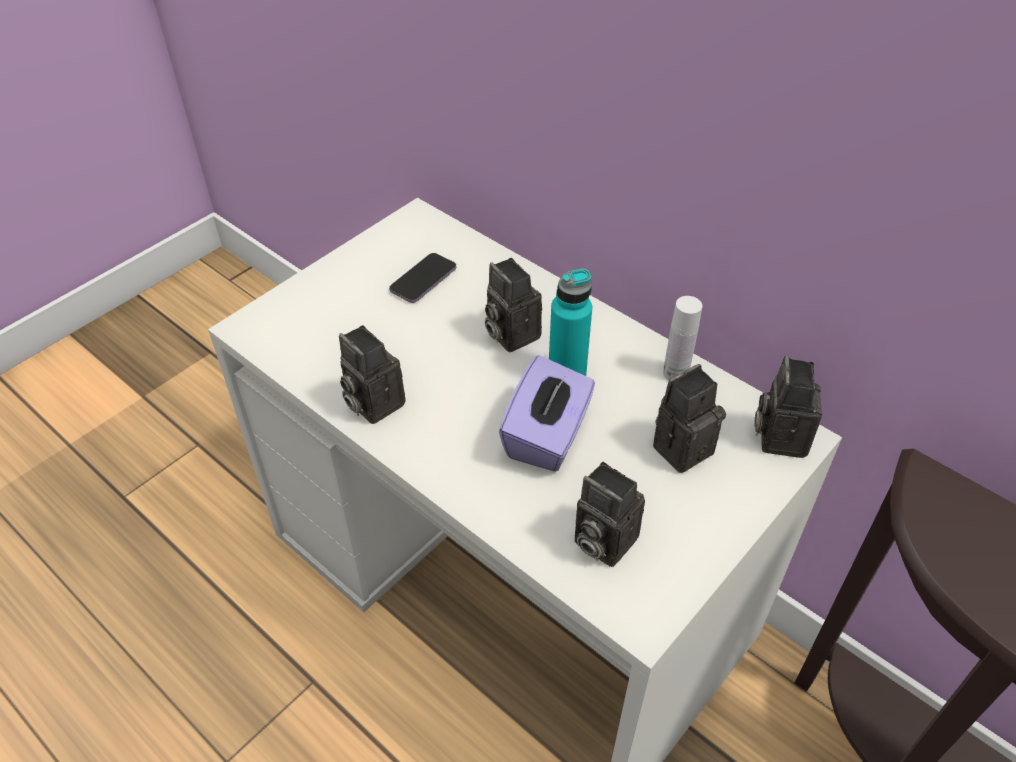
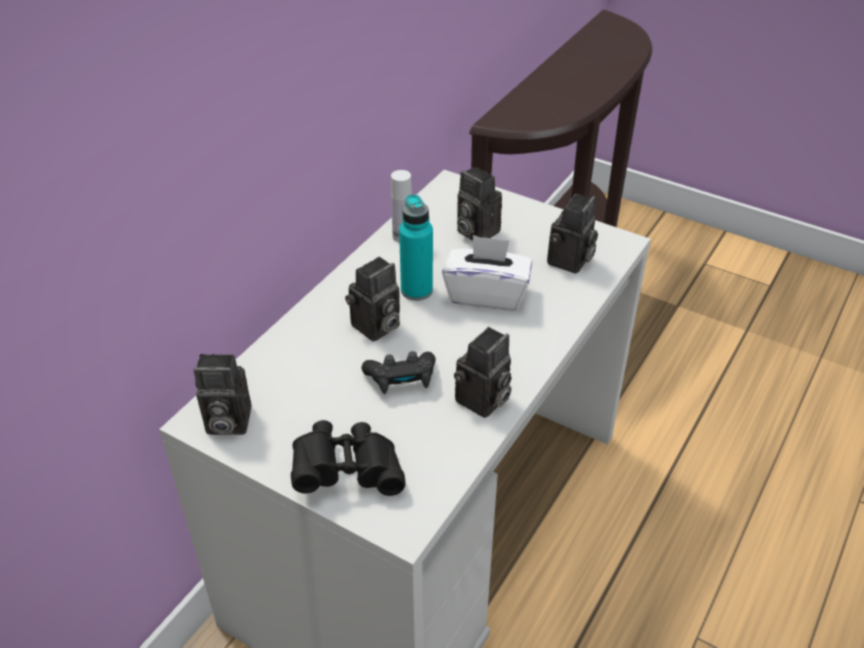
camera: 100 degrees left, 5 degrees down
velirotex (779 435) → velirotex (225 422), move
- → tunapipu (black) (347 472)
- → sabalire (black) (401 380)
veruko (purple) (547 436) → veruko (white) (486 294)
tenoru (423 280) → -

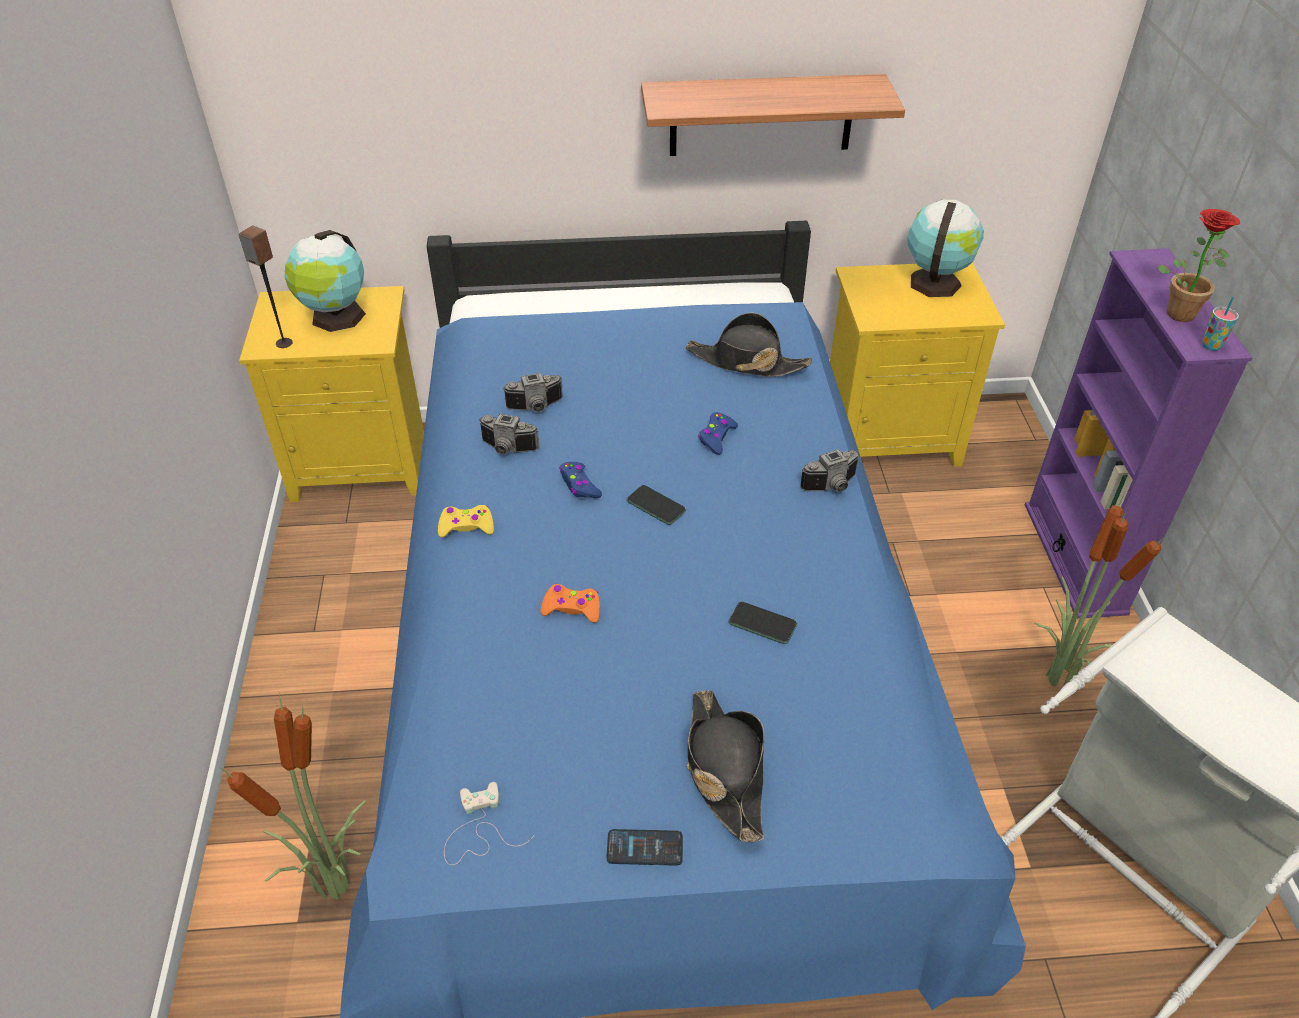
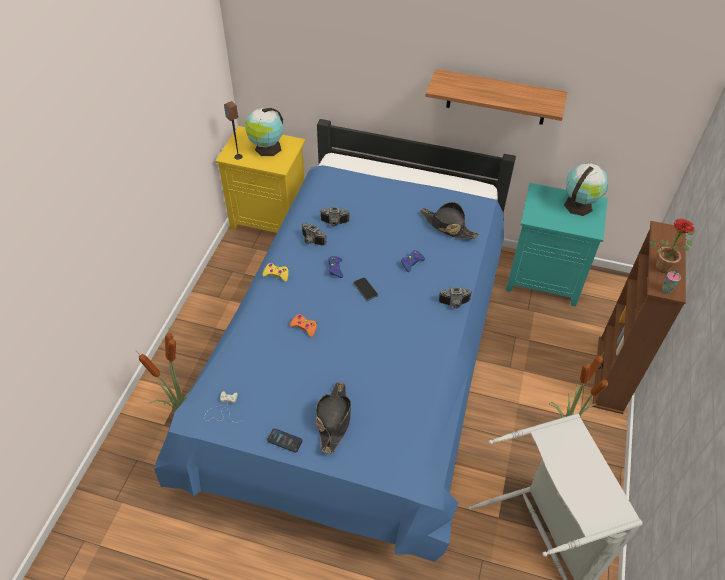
camera: 20 degrees right, 5 degrees up
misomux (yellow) (890 436) → misomux (turquoise) (545 278)
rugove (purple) (1074 557) → rugove (brown) (610 374)
tenoru (762 624) → -

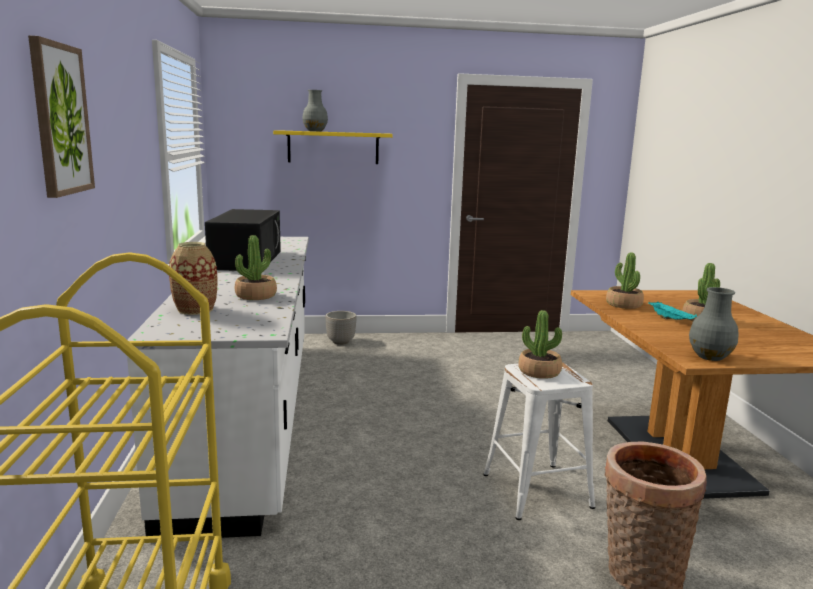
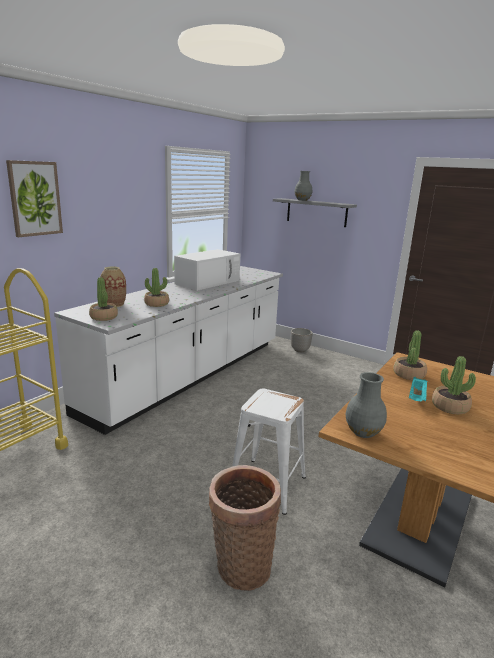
camera: 40 degrees right, 5 degrees up
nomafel (539 372) → nomafel (104 317), move
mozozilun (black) (246 259) → mozozilun (white) (208 282)
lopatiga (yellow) (333 147) → lopatiga (grey) (316 212)

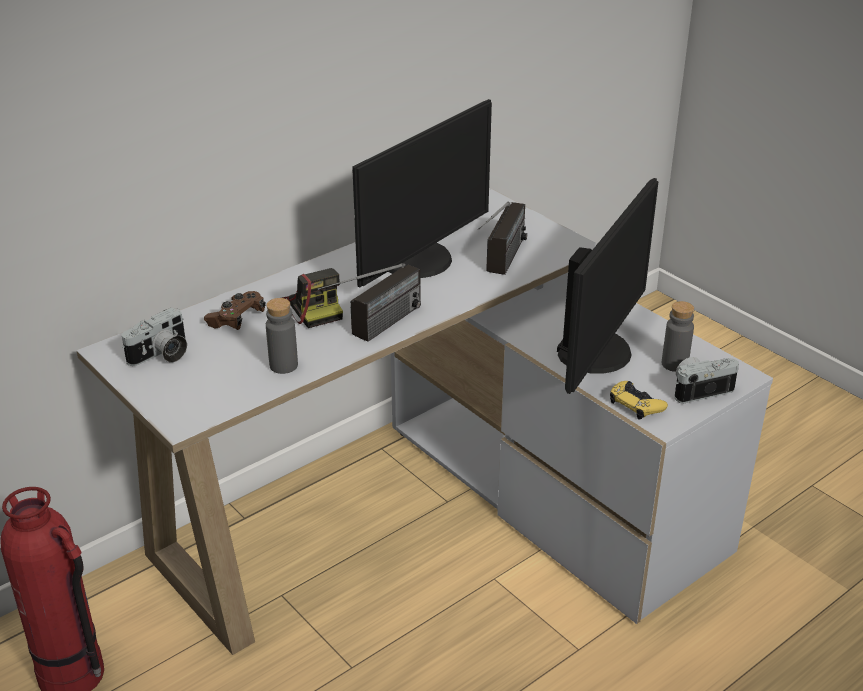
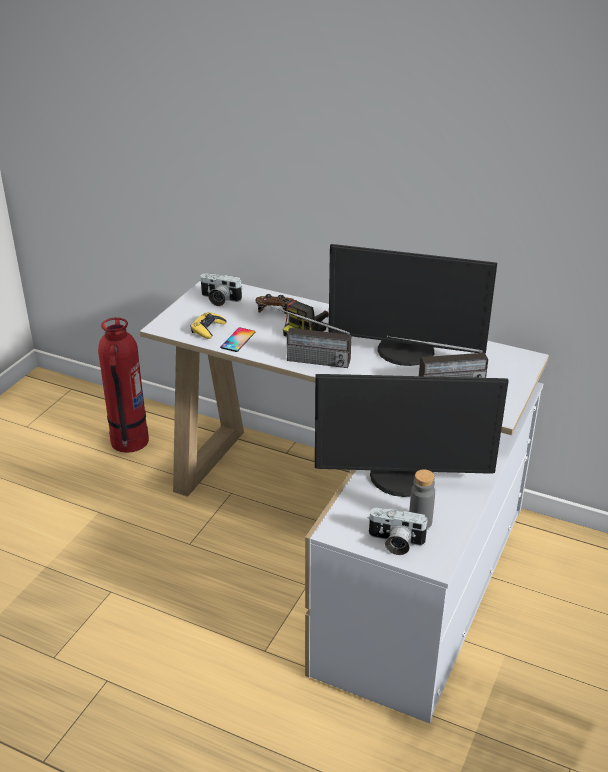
camera: 65 degrees right, 0 degrees up
sabalire (yellow) (636 404) → sabalire (yellow) (208 329), move
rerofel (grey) (283 365) → tenoru (238 340)
velirotex (699 389) → velirotex (395 542), 150 degrees clockwise

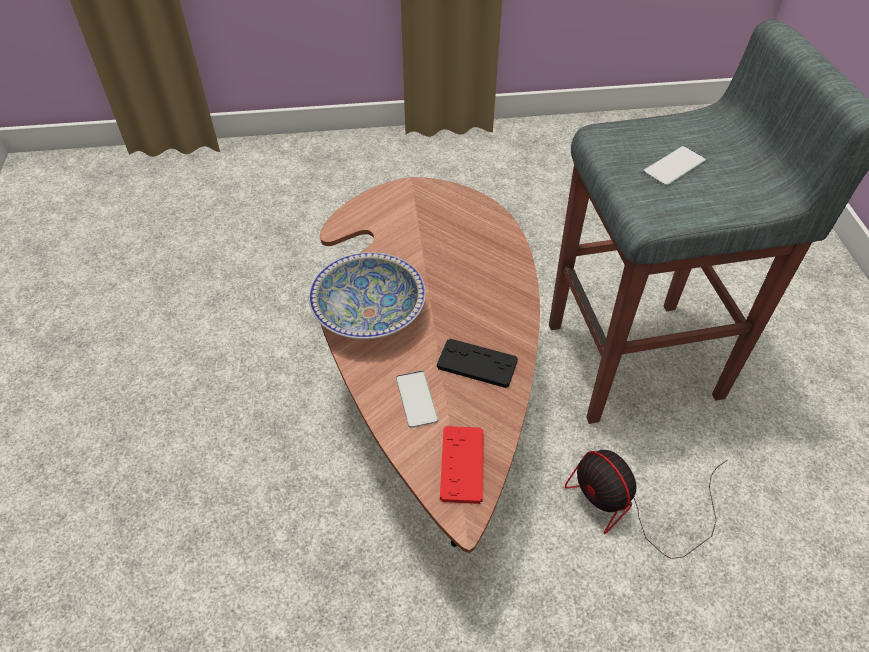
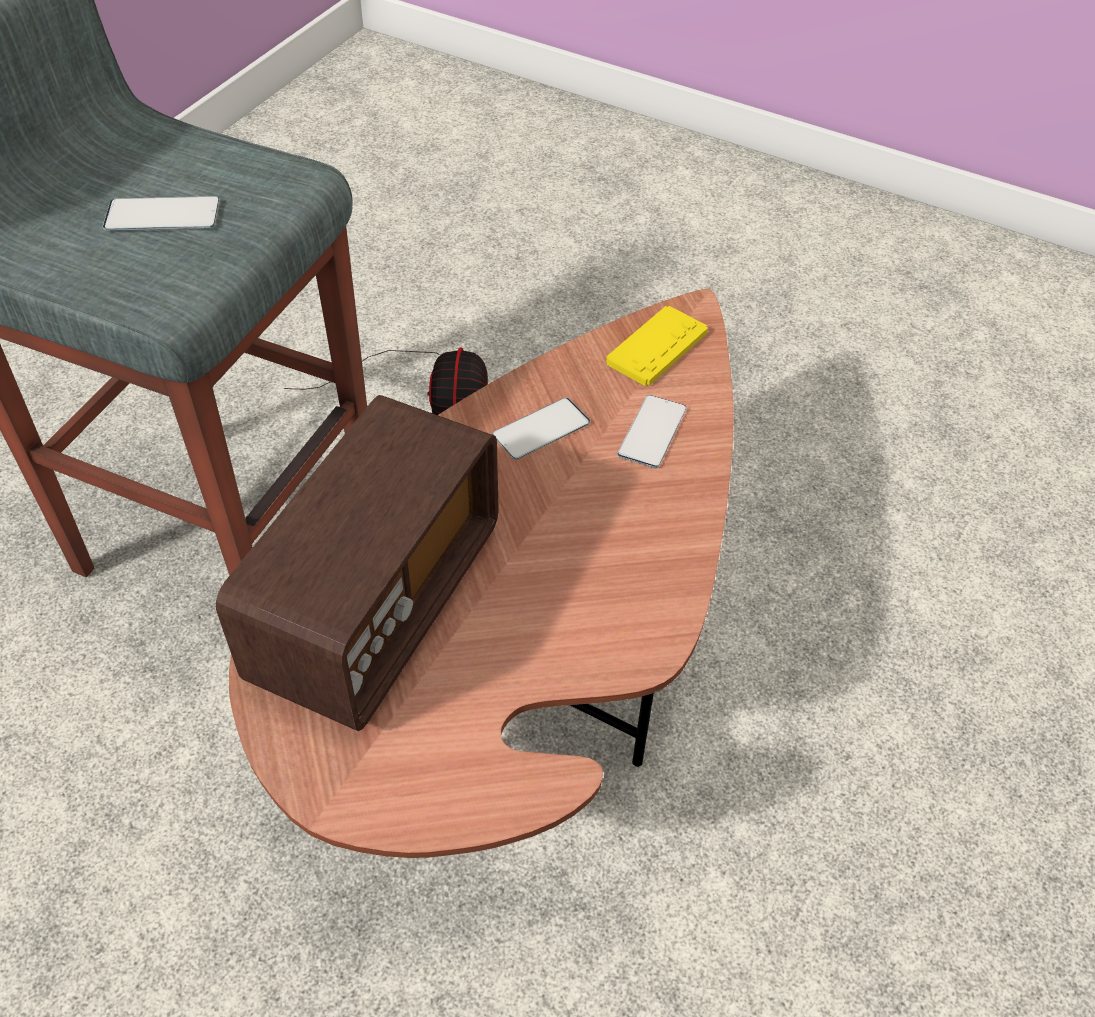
camera: 145 degrees left, 0 degrees up
- → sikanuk (378 606)
sabalire (black) (477 364) → tenoru (541 429)
sabalire (red) (462 465) → sabalire (yellow) (657 347)
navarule (369 313) → -

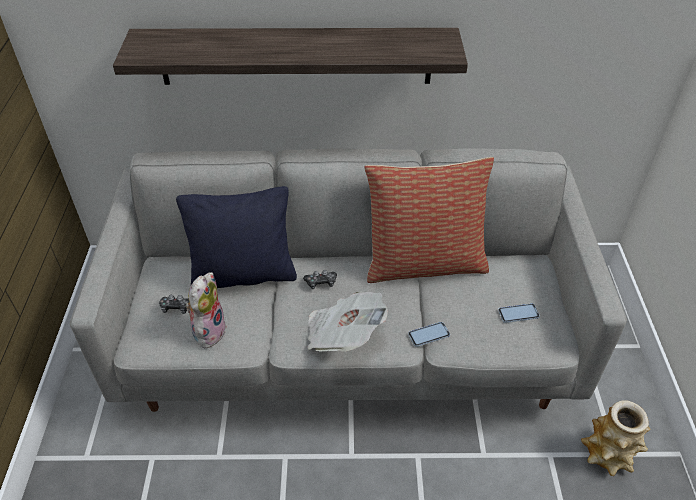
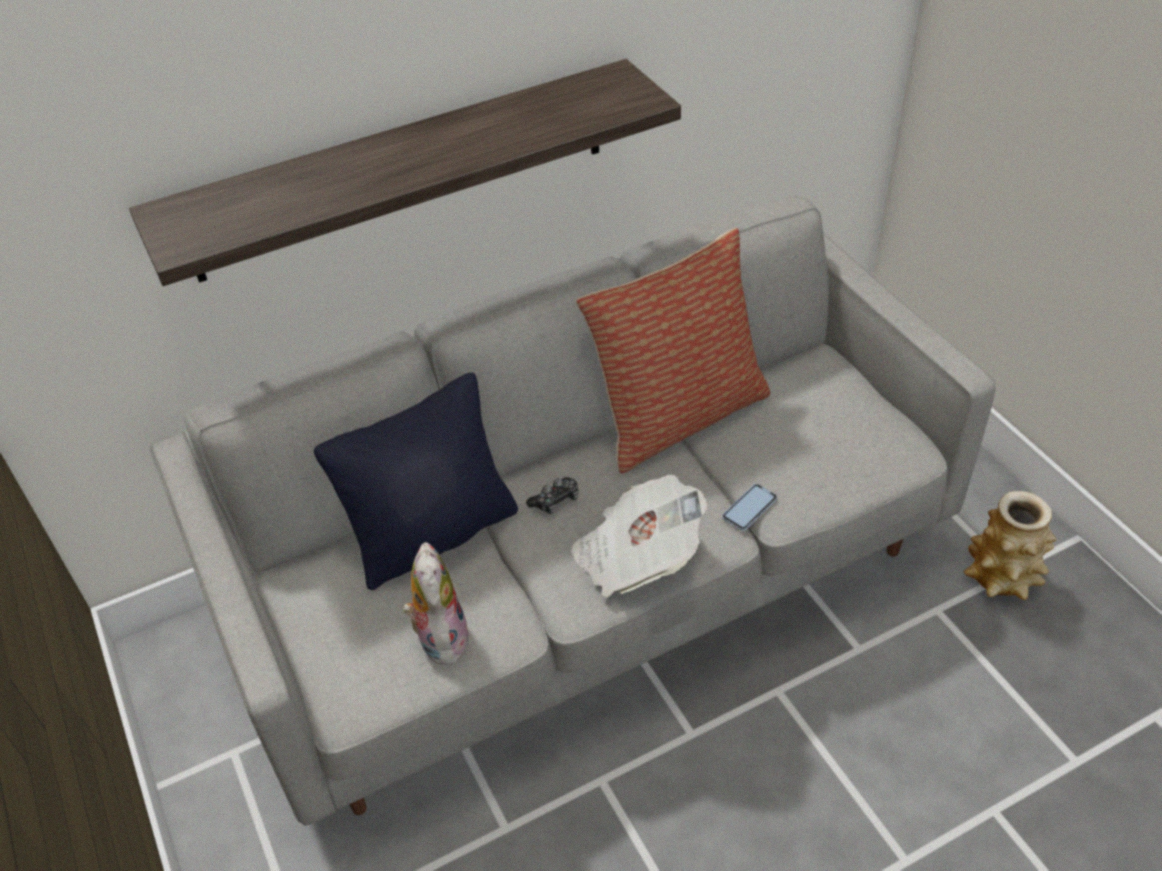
camera: 25 degrees left, 0 degrees up
sabalire (177 307) → -
tenoru (518 314) → -

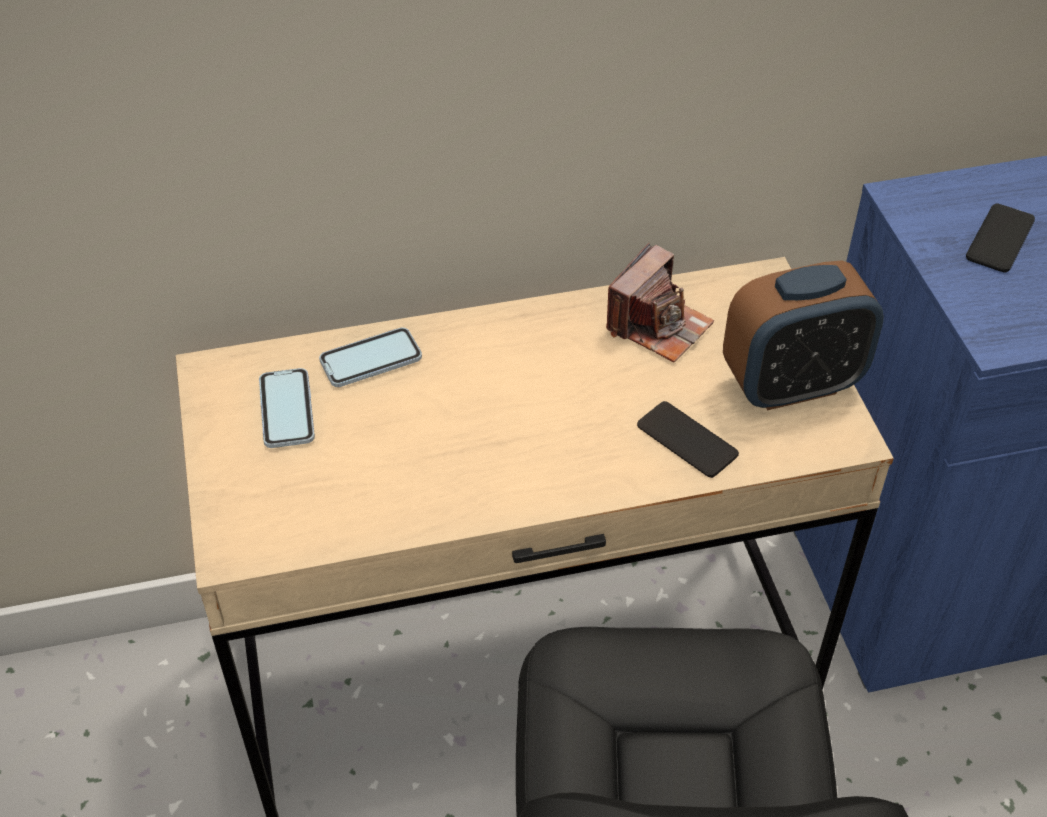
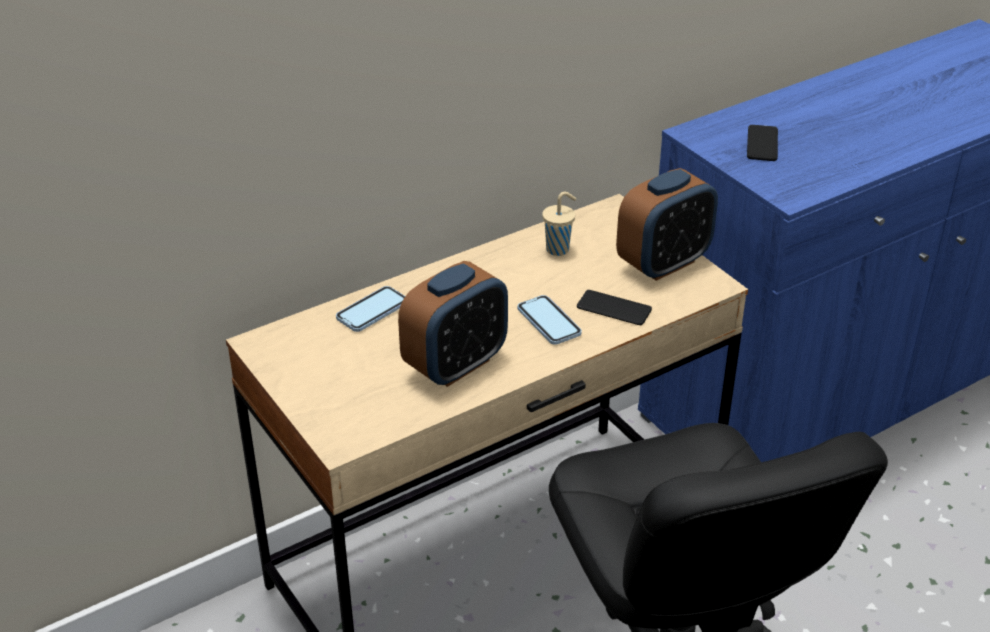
camera: 20 degrees left, 10 degrees down
- → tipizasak (455 365)
tenoru (287 410) → tenoru (549 322), move
velirotex (658 326) → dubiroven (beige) (559 249)

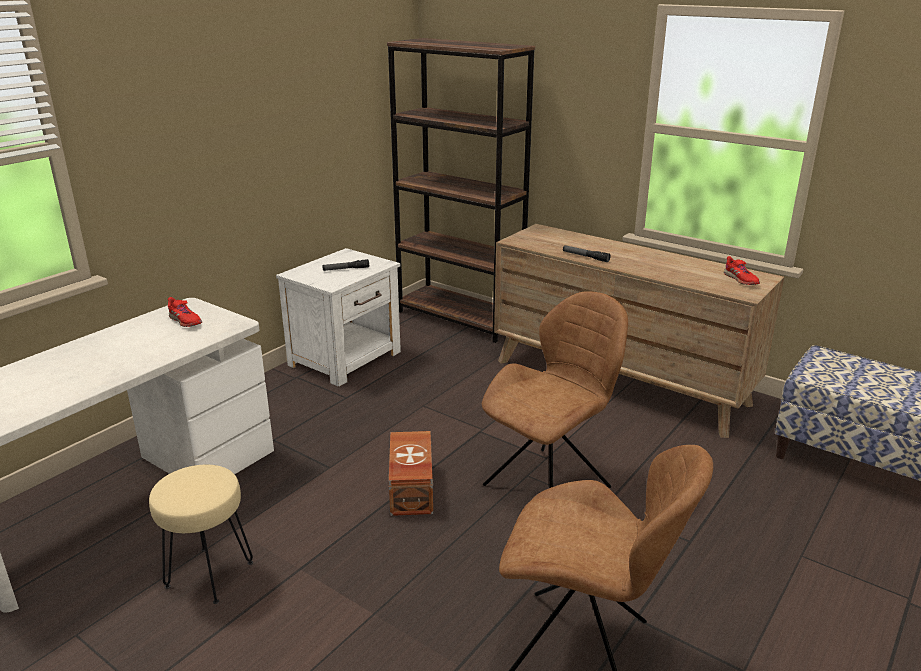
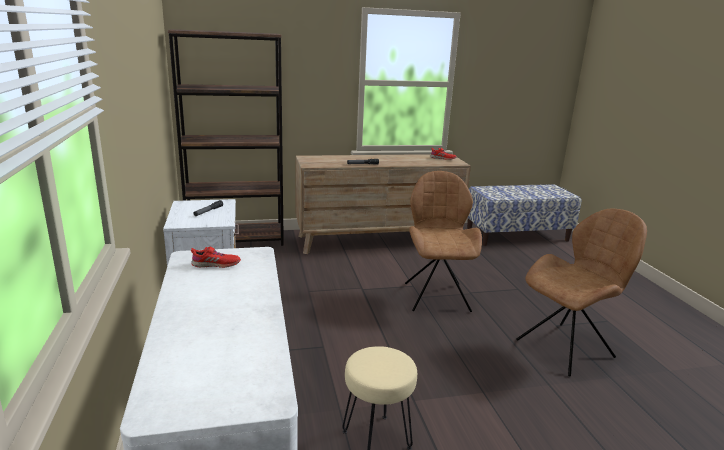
camera: 50 degrees left, 5 degrees down
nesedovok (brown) (410 489) → -

